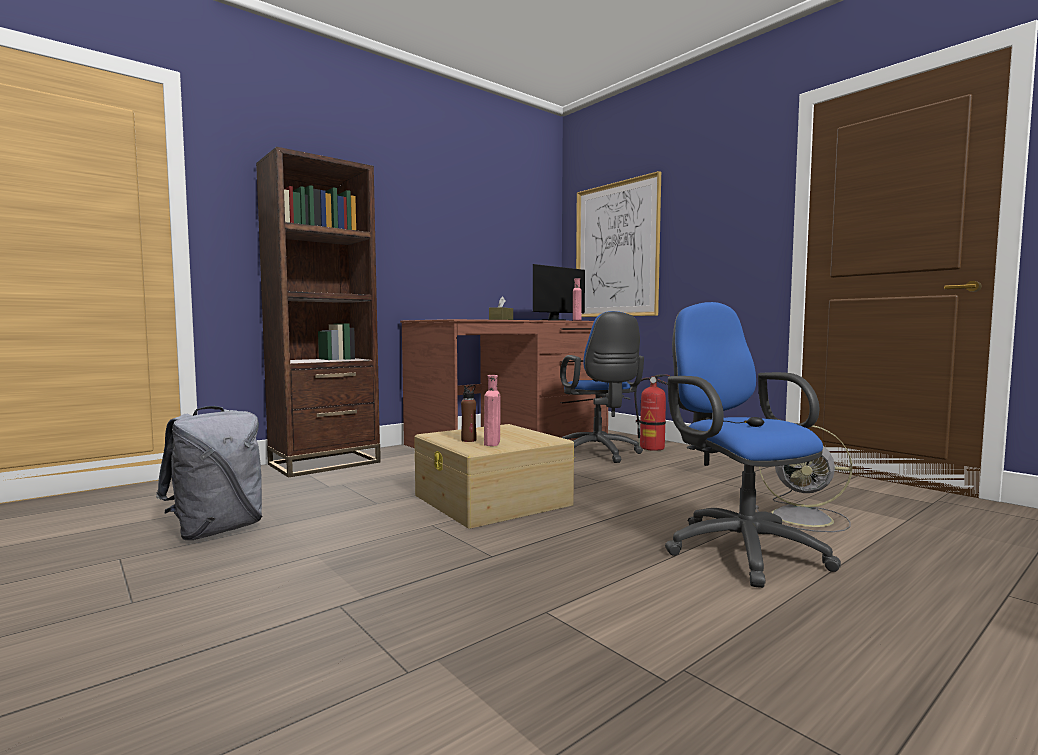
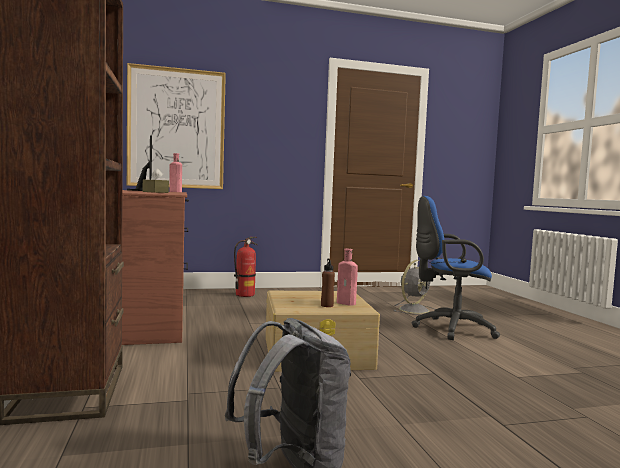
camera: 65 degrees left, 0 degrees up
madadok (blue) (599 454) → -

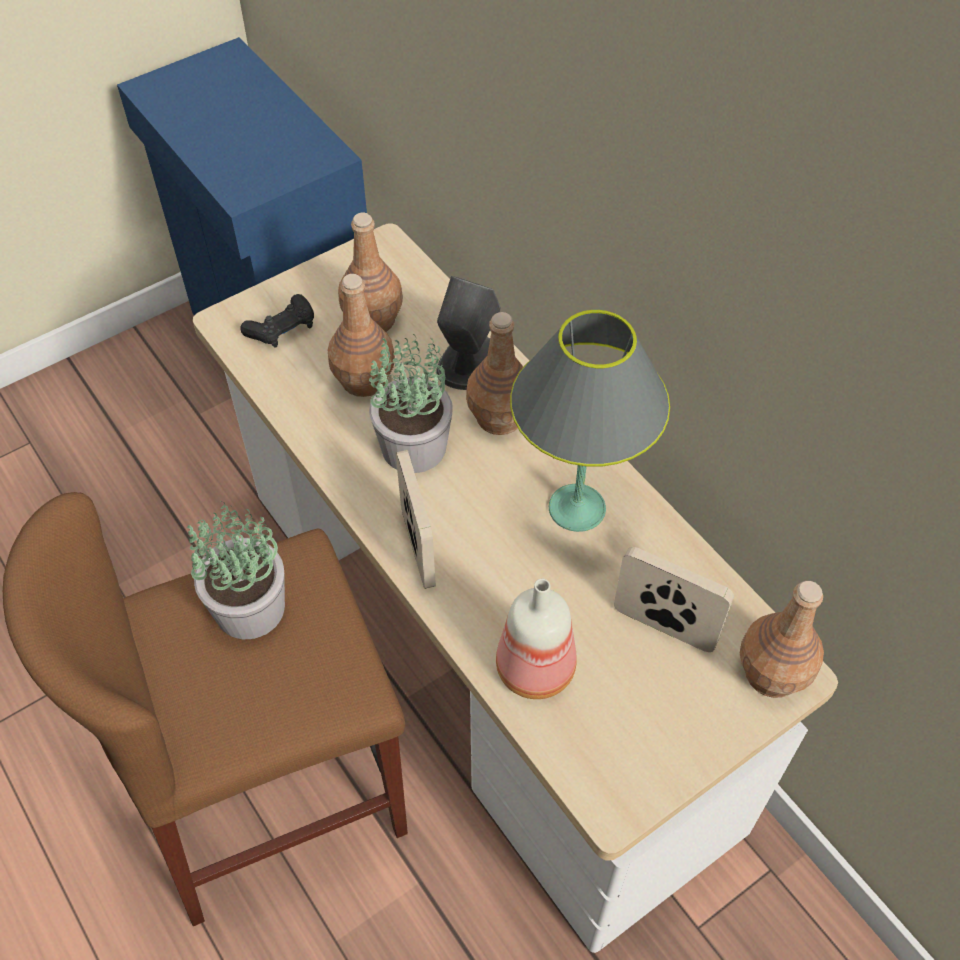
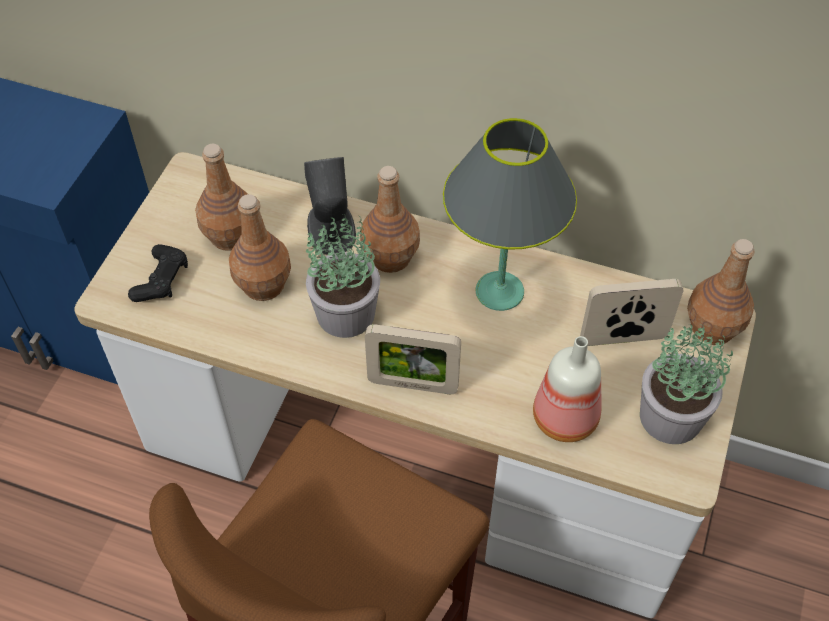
camera: 35 degrees left, 0 degrees up
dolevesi (418 548) → dolevesi (413 385), 150 degrees clockwise
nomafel (248 609) → nomafel (671 418), move

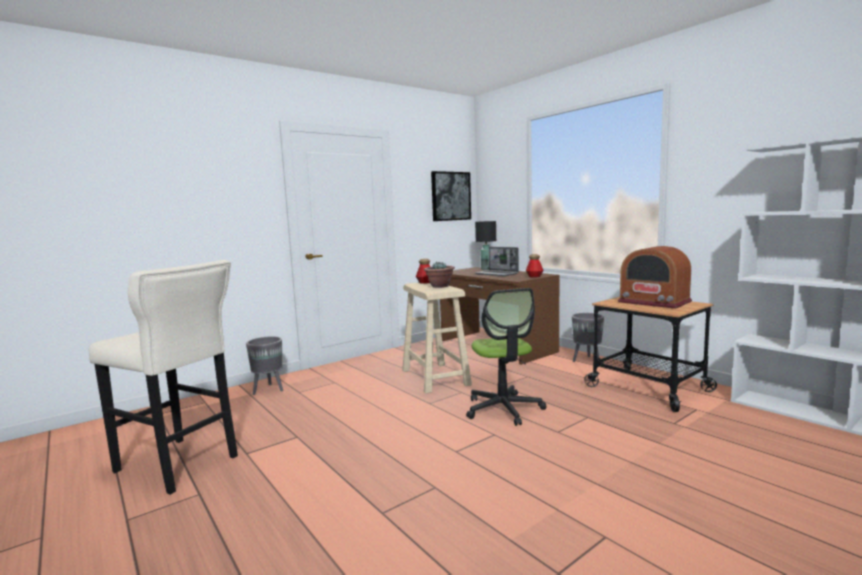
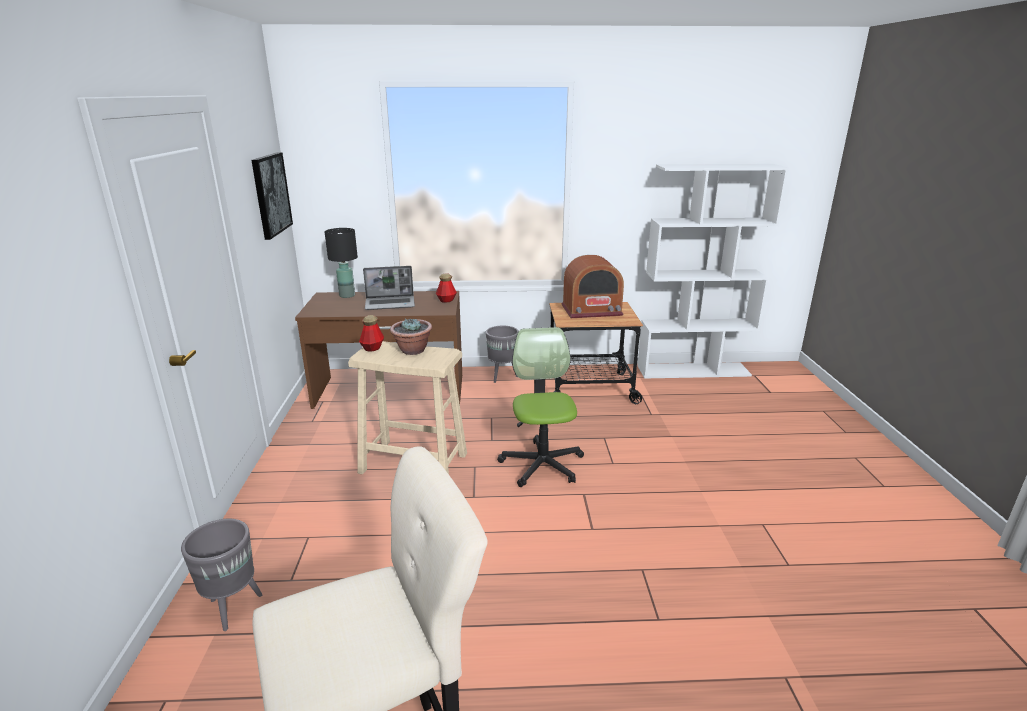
camera: 55 degrees left, 15 degrees up
madadok (503 409) → madadok (542 464), 120 degrees counterclockwise

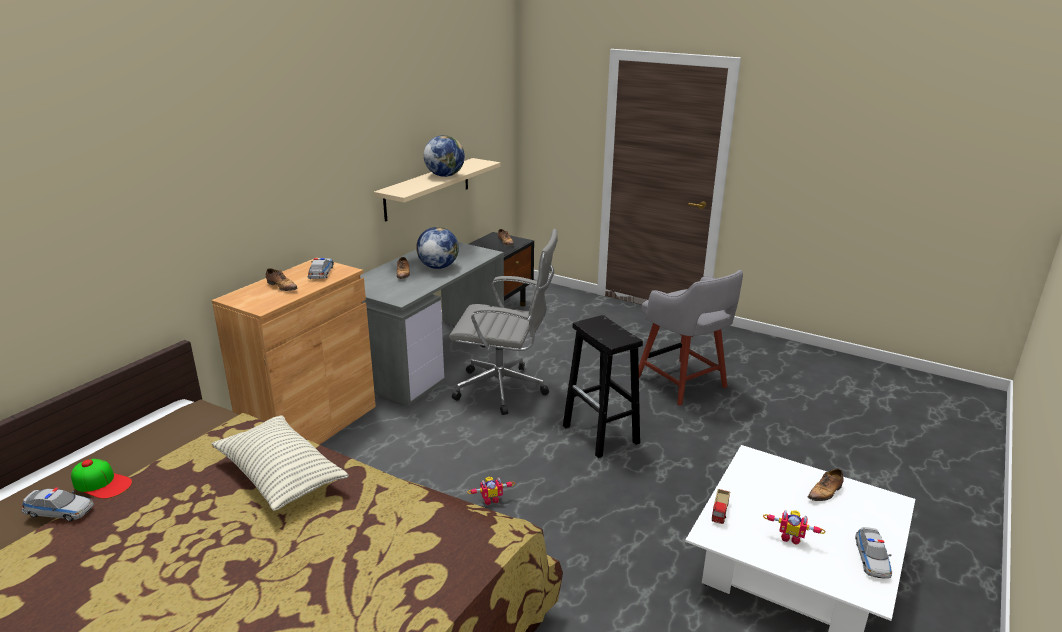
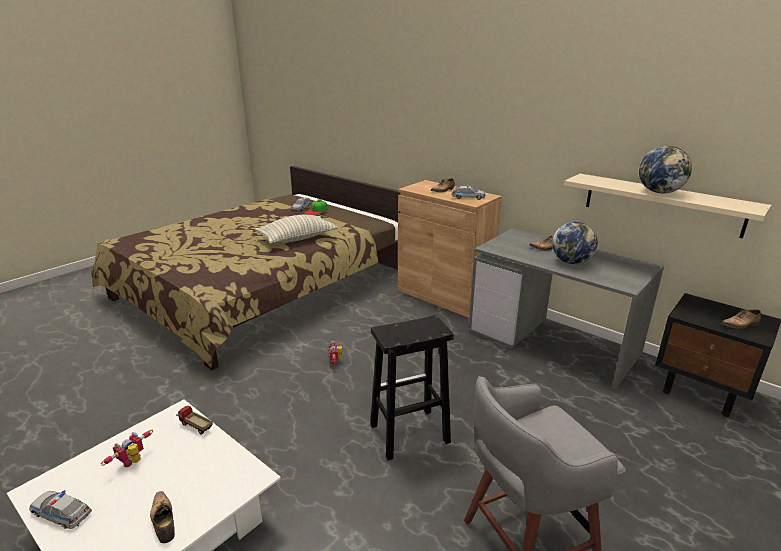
camera: 100 degrees right, 0 degrees up
madadok (grey) (505 390) → -

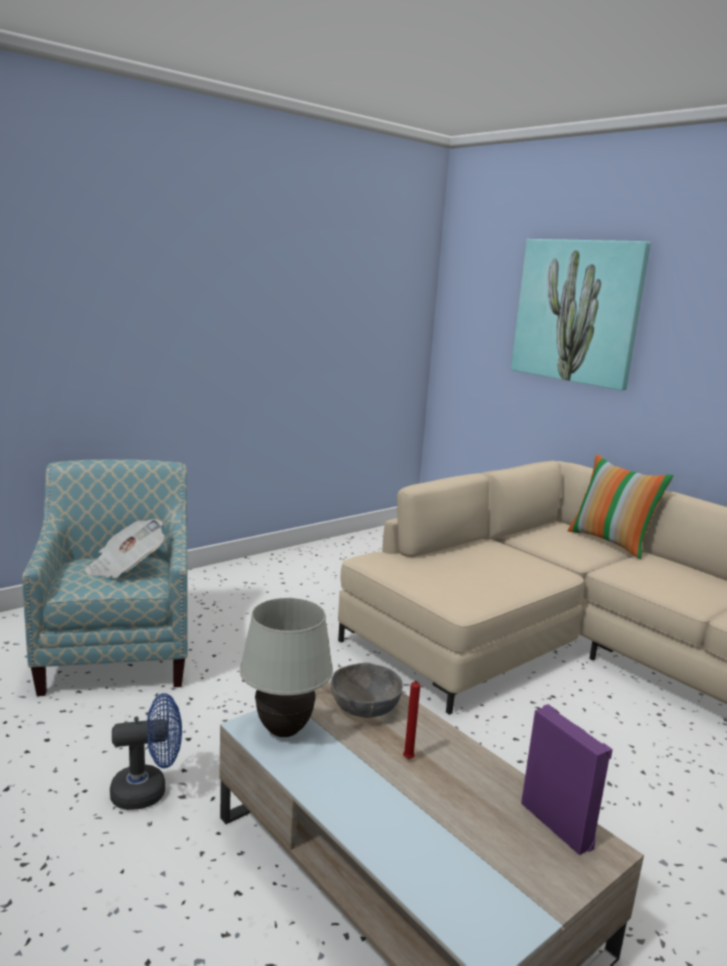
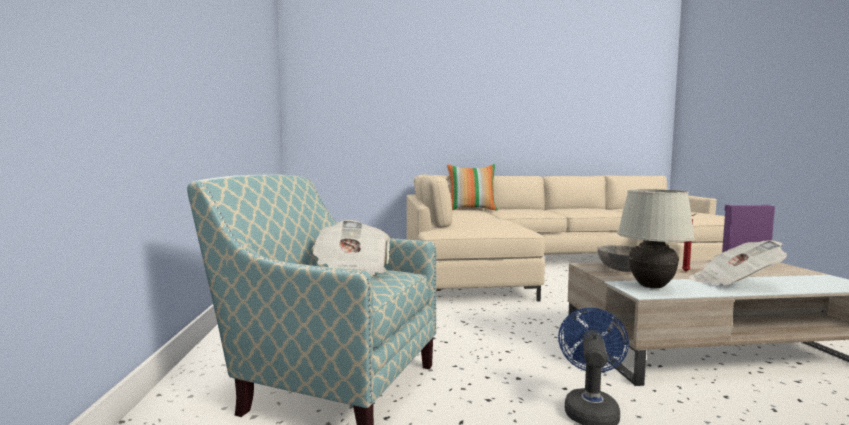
camera: 55 degrees left, 10 degrees down
- → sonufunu (733 282)
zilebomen (577 311) → -

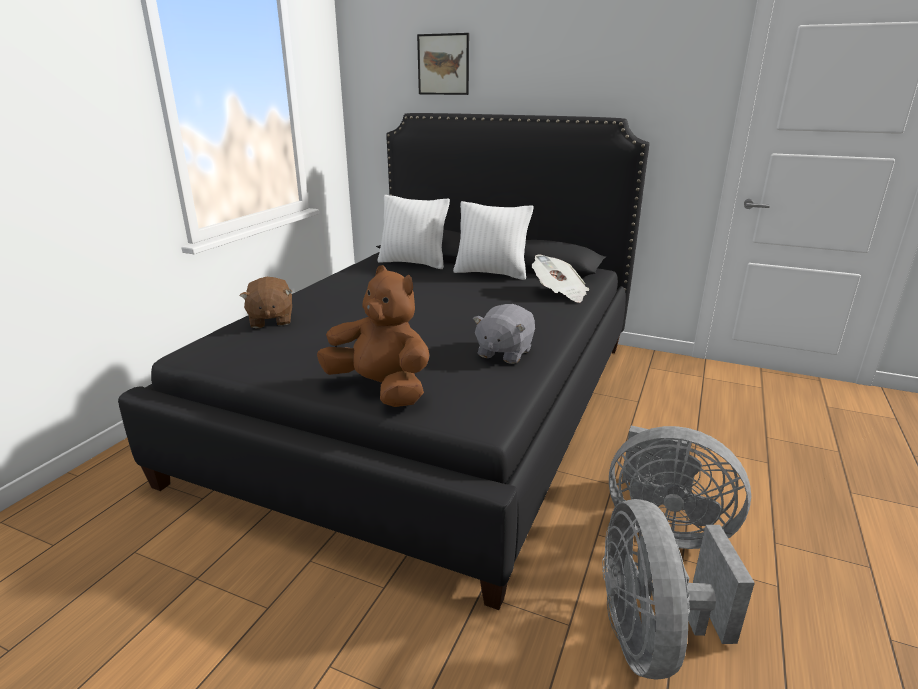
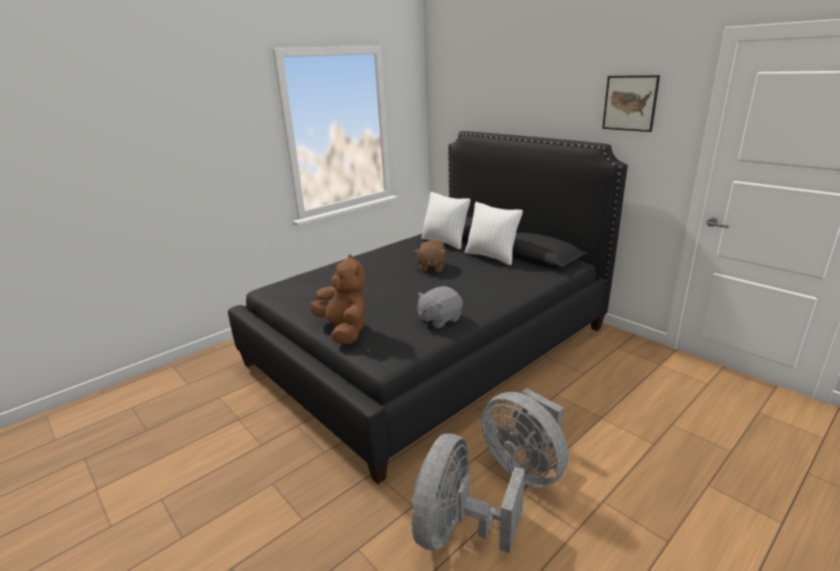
camera: 25 degrees right, 0 degrees up
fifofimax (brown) (270 320) → fifofimax (brown) (431 267), move
zilebomen (443 64) → zilebomen (630 103), move
sonufunu (559 293) → -

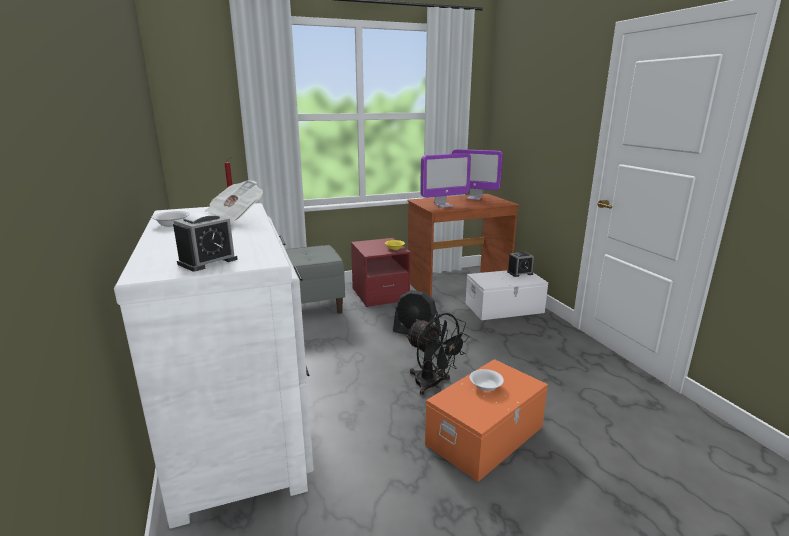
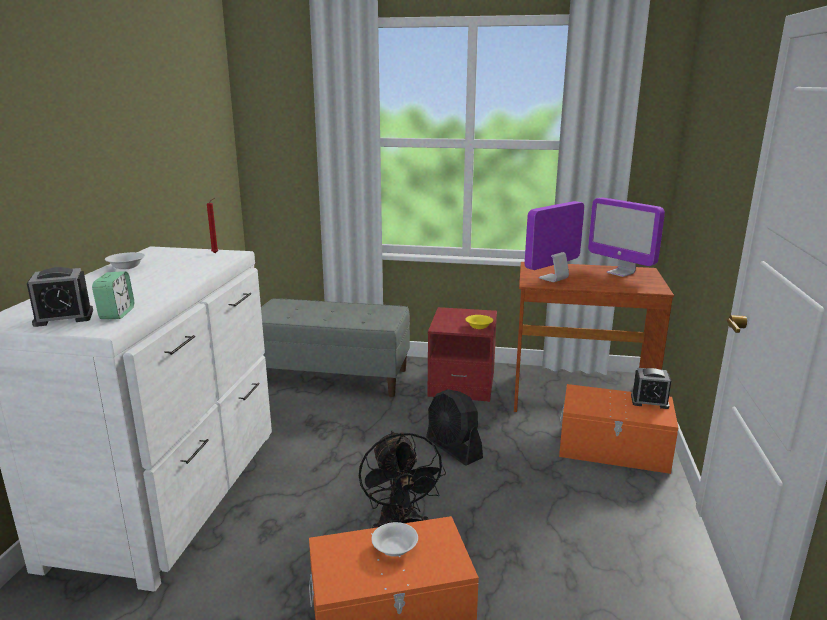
camera: 30 degrees right, 0 degrees up
- → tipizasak (117 313)
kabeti (443 205) → kabeti (553 279), 135 degrees clockwise
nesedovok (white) (504 308) → nesedovok (orange) (614 449)
sonufunu (231 221) → -

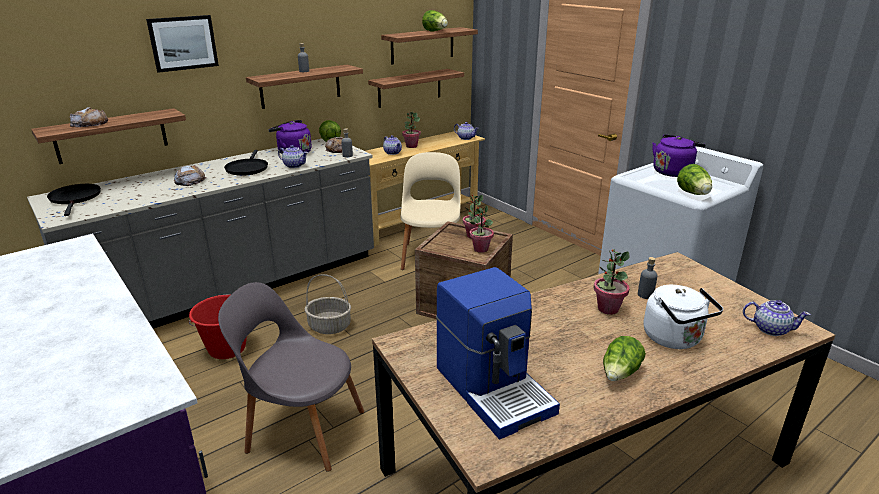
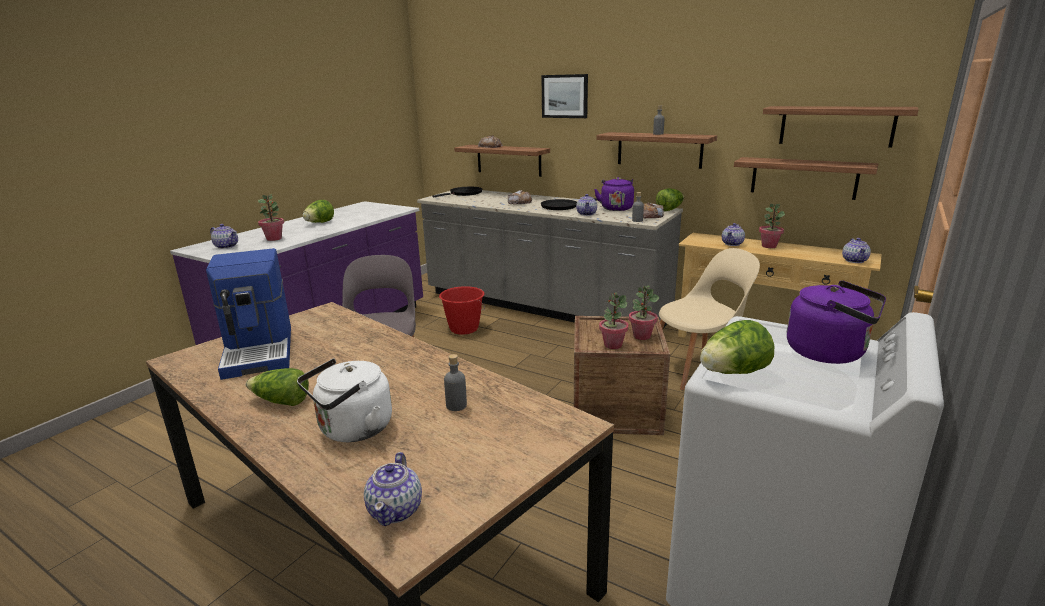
camera: 70 degrees right, 5 degrees down
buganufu (494 388) → buganufu (260 350), 60 degrees counterclockwise
- → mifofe (226 246)
nomafel (607 309) → nomafel (274 238), move
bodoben (435 31) → bodoben (319 223), move
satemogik (329 326) → -

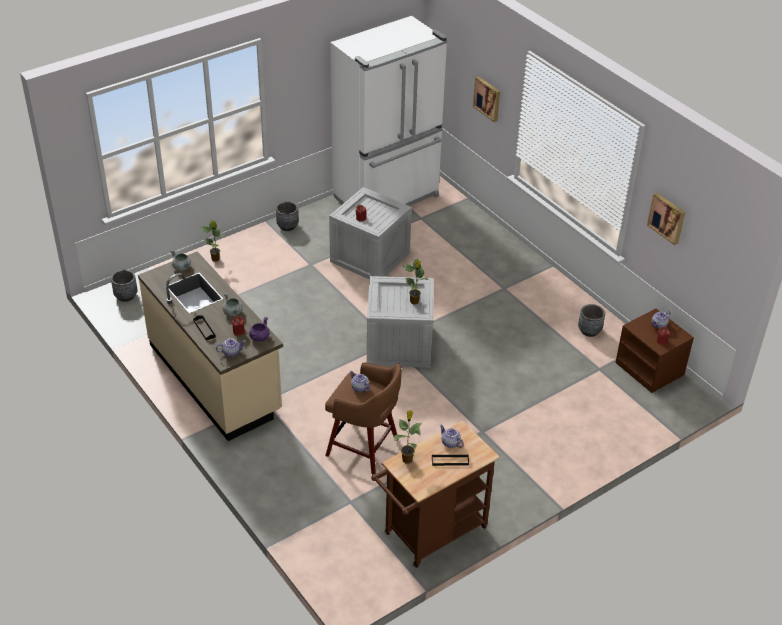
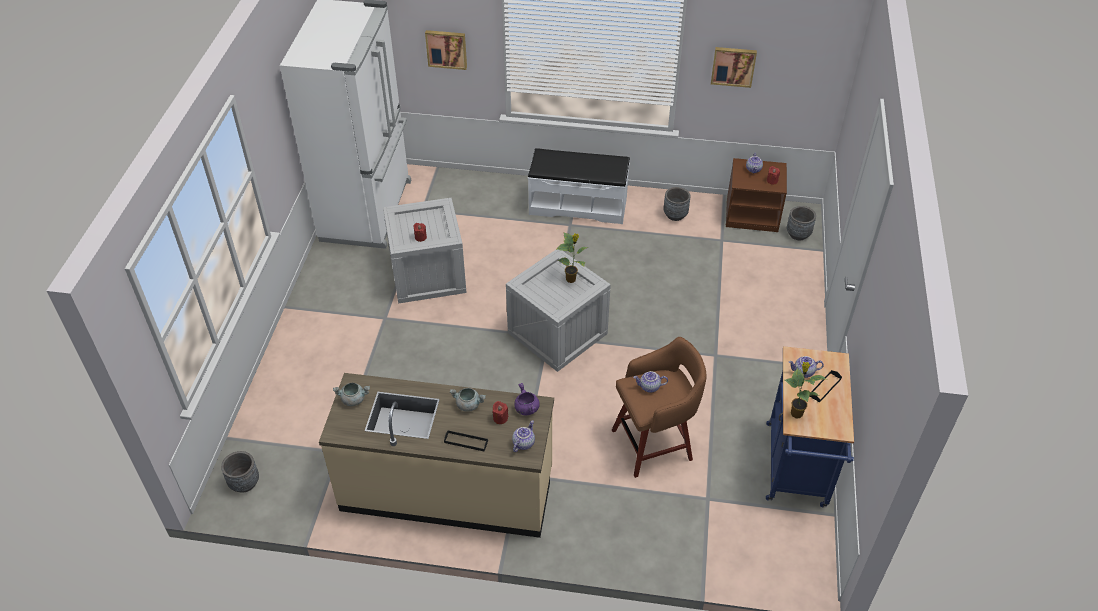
camera: 45 degrees left, 5 degrees up
- → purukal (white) (578 205)
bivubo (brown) (430 534) → bivubo (blue) (796 471)
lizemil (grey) (287 226) → lizemil (grey) (798 234), move
nomafel (216 259) → -

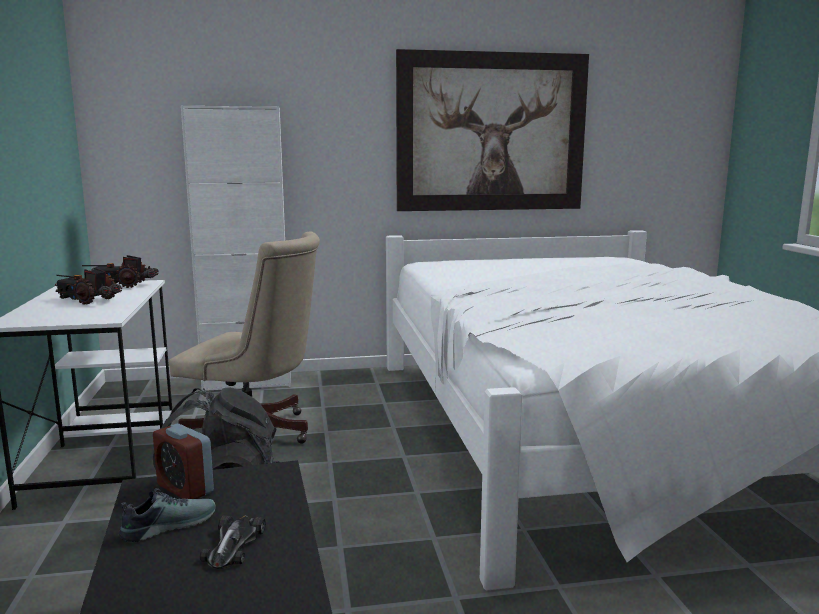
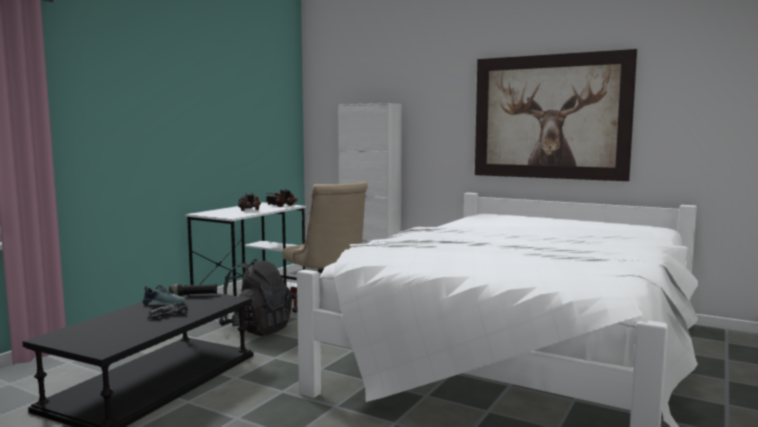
camera: 40 degrees right, 5 degrees down
tipizasak (185 489) → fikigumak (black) (193 295)

